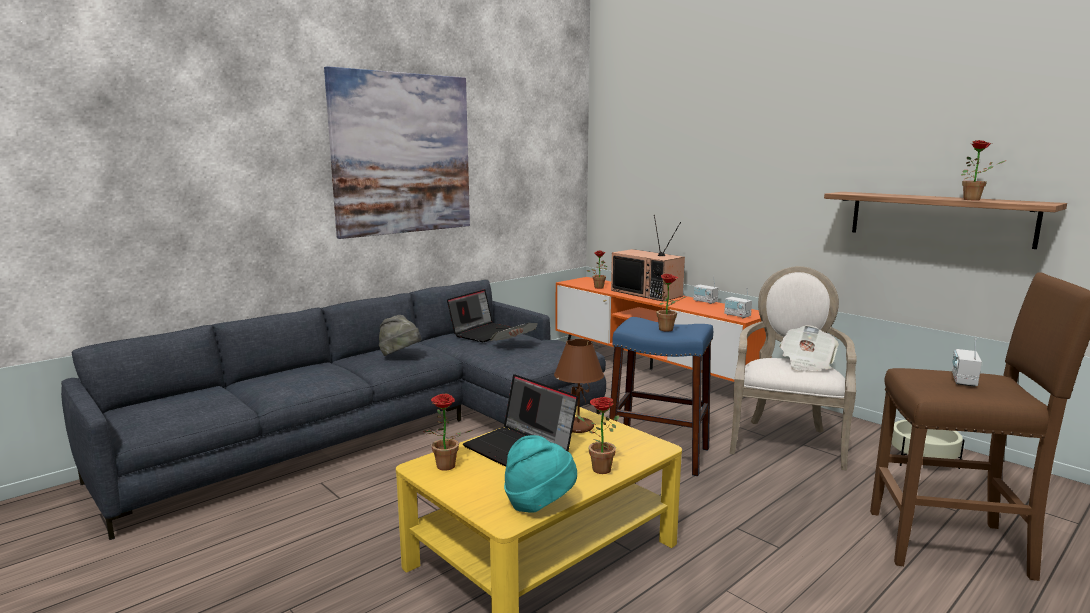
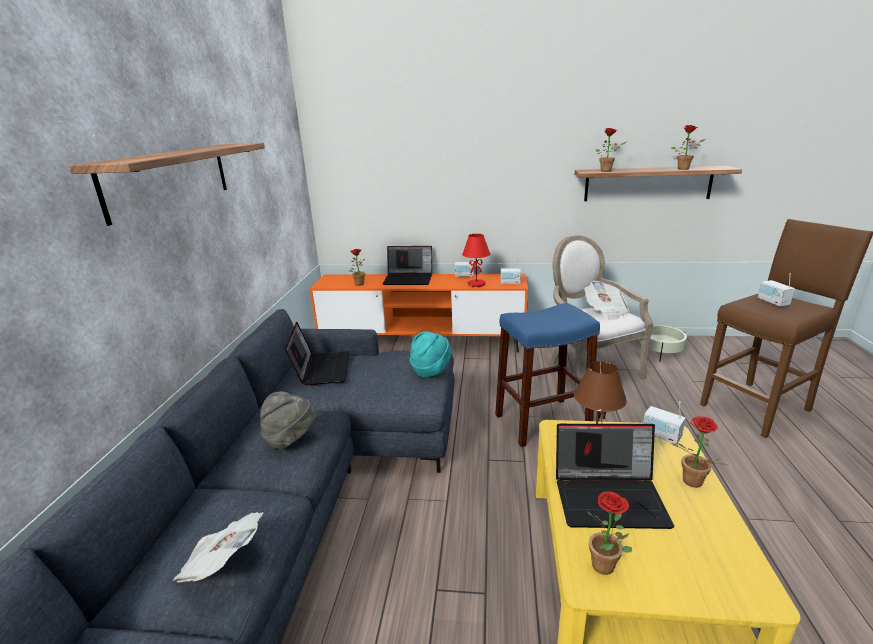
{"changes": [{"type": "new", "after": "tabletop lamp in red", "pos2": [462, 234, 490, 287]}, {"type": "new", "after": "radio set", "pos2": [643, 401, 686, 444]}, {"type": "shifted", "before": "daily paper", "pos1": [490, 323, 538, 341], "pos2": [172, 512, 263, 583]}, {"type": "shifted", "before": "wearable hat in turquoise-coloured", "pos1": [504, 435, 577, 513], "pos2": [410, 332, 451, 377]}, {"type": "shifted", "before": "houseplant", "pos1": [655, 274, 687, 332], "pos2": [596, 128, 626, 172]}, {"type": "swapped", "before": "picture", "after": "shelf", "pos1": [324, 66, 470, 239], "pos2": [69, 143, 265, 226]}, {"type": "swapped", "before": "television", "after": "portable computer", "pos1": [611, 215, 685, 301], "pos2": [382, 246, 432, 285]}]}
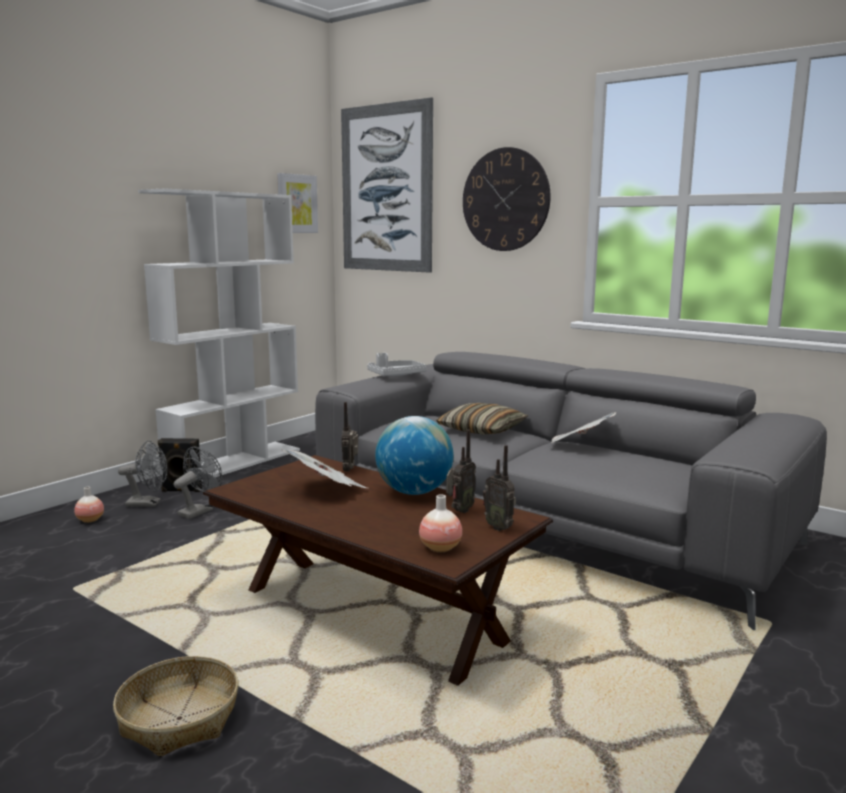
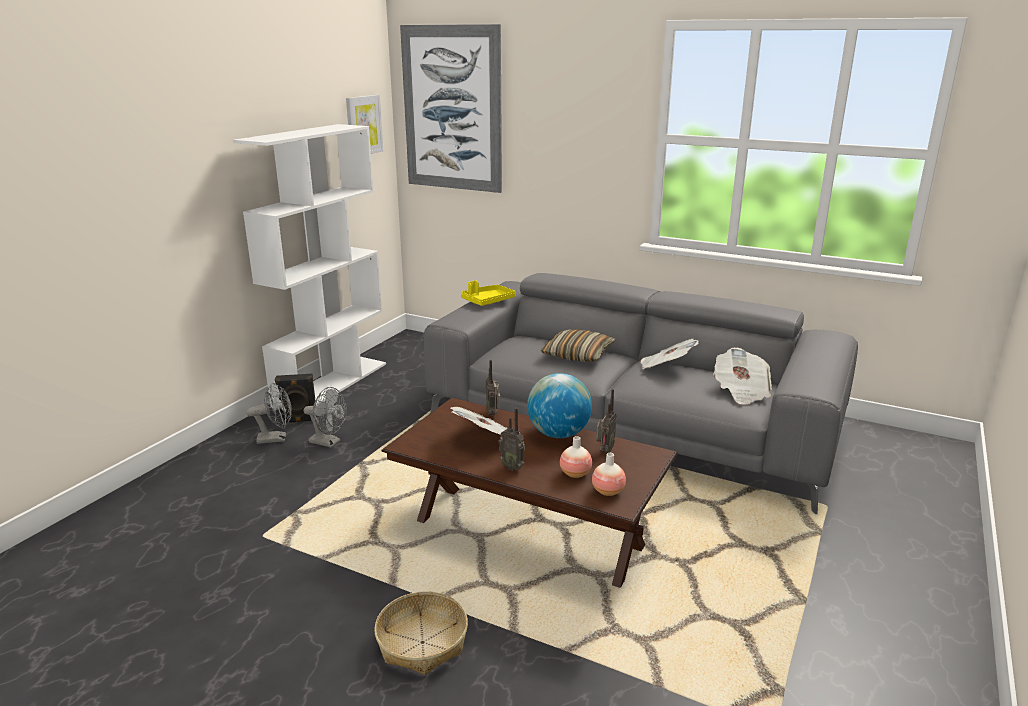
{"changes": [{"type": "gone", "before": "hanging clock", "pos1": [463, 147, 551, 251]}, {"type": "new", "after": "daily paper", "pos2": [713, 348, 772, 405]}, {"type": "shifted", "before": "flower vase", "pos1": [74, 487, 104, 523], "pos2": [560, 436, 592, 478]}, {"type": "shifted", "before": "radio set", "pos1": [483, 445, 516, 531], "pos2": [498, 408, 525, 471]}, {"type": "repainted", "before": "tray in gray", "after": "tray in yellow", "pos1": [367, 353, 427, 376], "pos2": [461, 280, 516, 306]}, {"type": "rotated", "before": "electric fan in gray", "pos1": [174, 447, 222, 519], "pos2": [304, 387, 347, 447], "turn": 90}]}
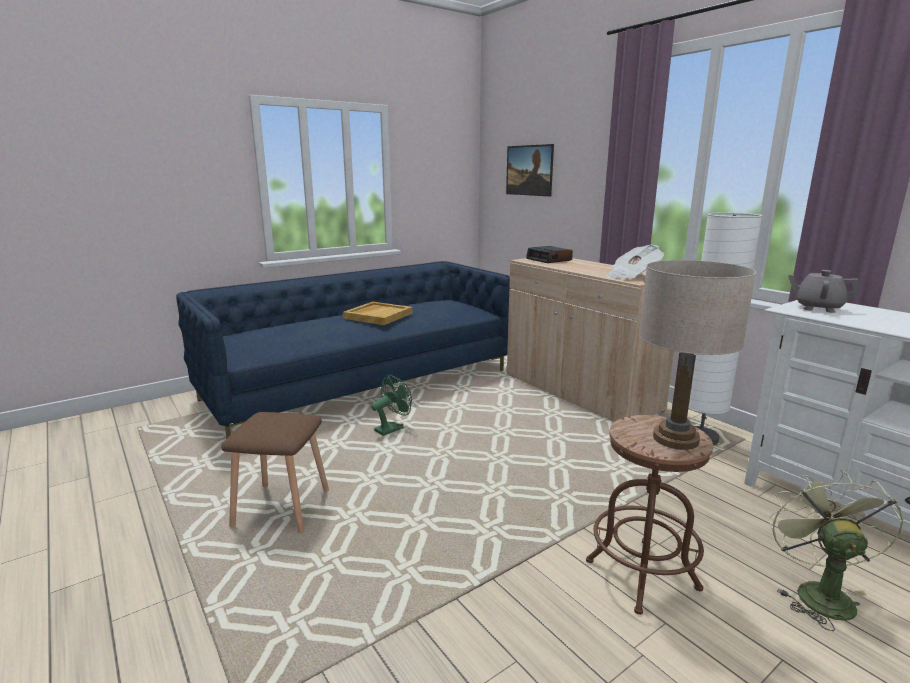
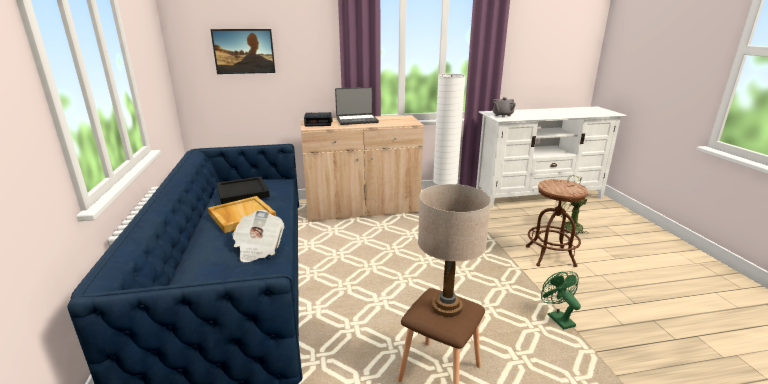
{"changes": [{"type": "new", "after": "tray in blackish", "pos2": [216, 176, 270, 204]}, {"type": "new", "after": "portable computer", "pos2": [335, 87, 379, 125]}, {"type": "shifted", "before": "electric fan in green-coloured", "pos1": [371, 375, 412, 436], "pos2": [541, 271, 581, 330]}, {"type": "shifted", "before": "daily paper", "pos1": [606, 245, 664, 279], "pos2": [232, 210, 284, 262]}, {"type": "shifted", "before": "tabletop lamp in beige-coloured", "pos1": [639, 260, 756, 450], "pos2": [418, 184, 491, 317]}]}
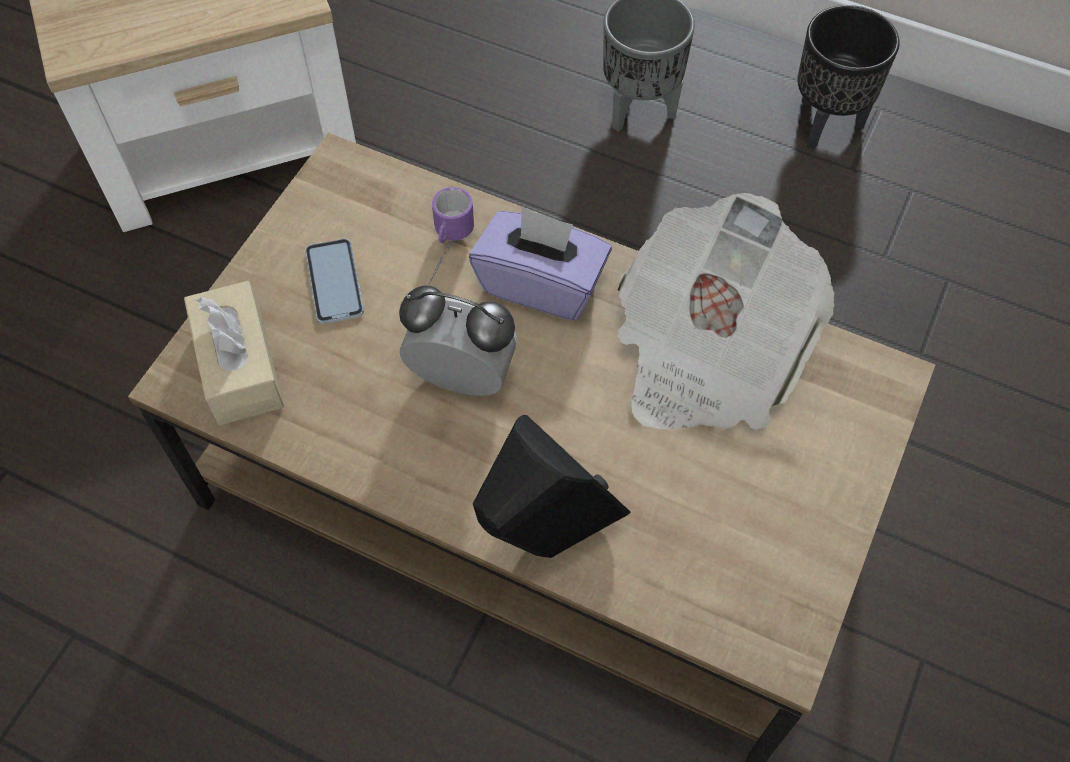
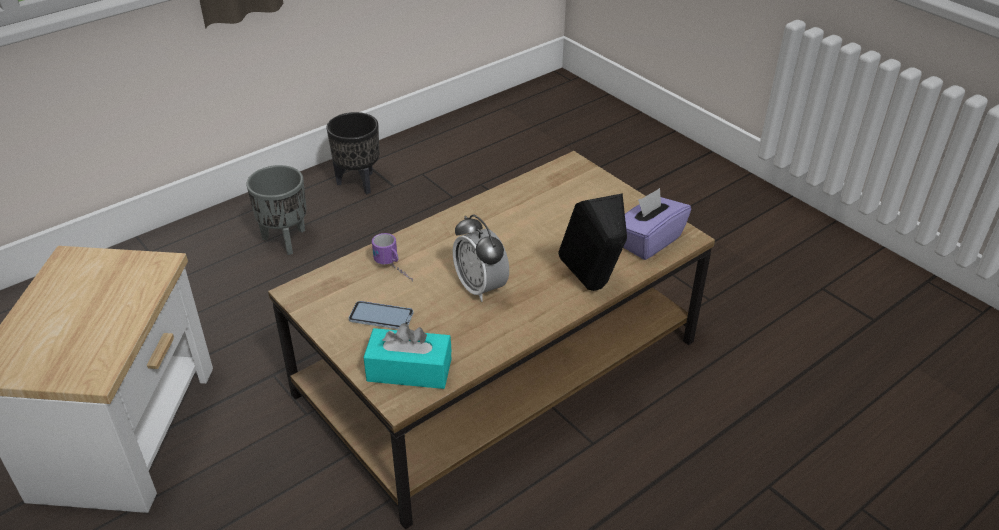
{"changes": [{"type": "gone", "before": "daily paper", "pos1": [617, 193, 835, 430]}, {"type": "shifted", "before": "box of tissues in purple", "pos1": [469, 206, 612, 320], "pos2": [623, 188, 691, 260]}, {"type": "repainted", "before": "box of tissues in beige-coloured", "after": "box of tissues in turquoise-coloured", "pos1": [184, 281, 284, 425], "pos2": [363, 323, 452, 389]}, {"type": "rotated", "before": "alarm clock", "pos1": [399, 285, 517, 396], "pos2": [453, 214, 509, 302], "turn": -75}]}
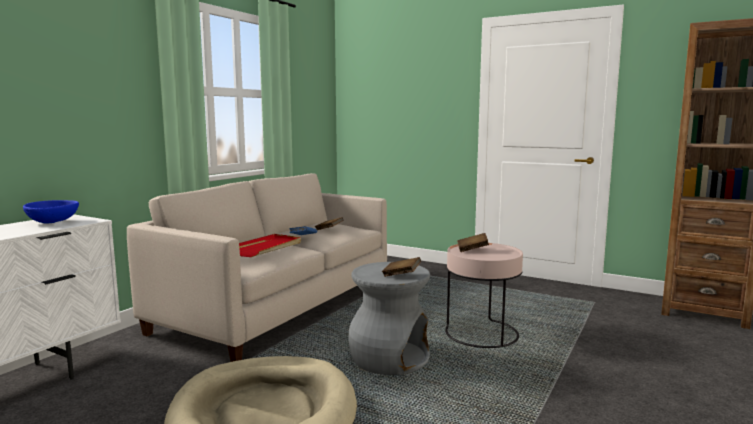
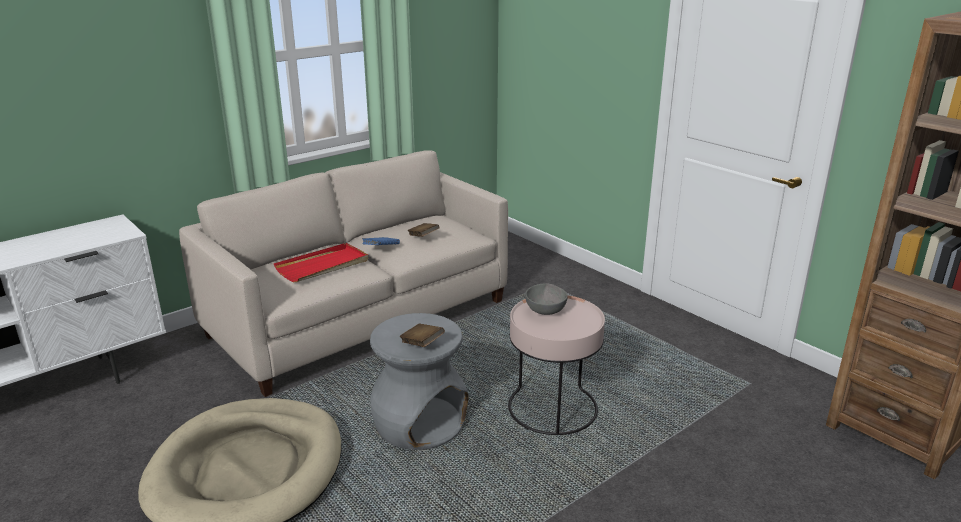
{"changes": [{"type": "gone", "before": "deep dish in blue-coloured", "pos1": [23, 200, 79, 223]}, {"type": "swapped", "before": "volume in brown", "after": "deep dish in gray", "pos1": [457, 233, 489, 252], "pos2": [525, 283, 568, 315]}]}
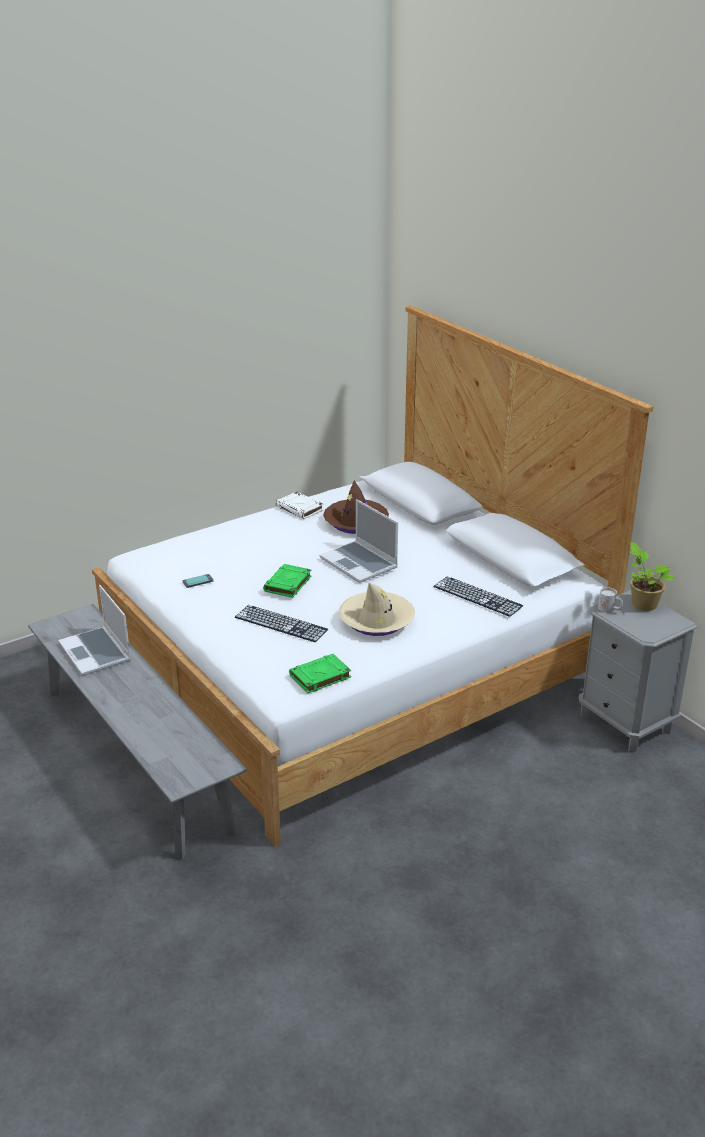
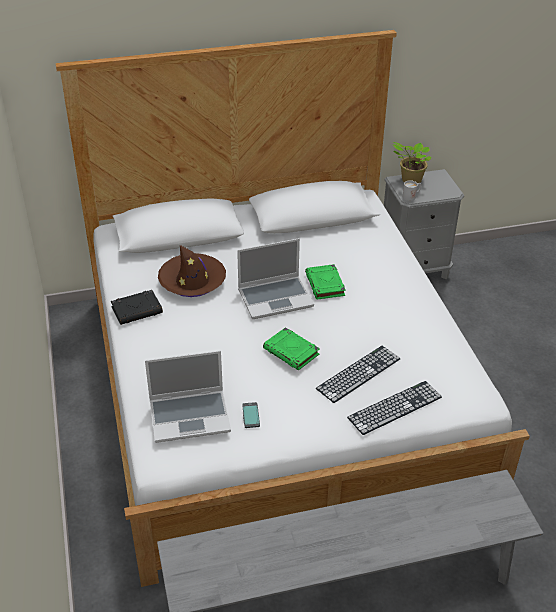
{"changes": [{"type": "gone", "before": "wearable hat in beige-coloured", "pos1": [339, 583, 415, 636]}, {"type": "shifted", "before": "portable computer", "pos1": [58, 585, 131, 676], "pos2": [145, 351, 231, 443]}, {"type": "shifted", "before": "volume in green-coloured", "pos1": [289, 654, 351, 693], "pos2": [305, 264, 346, 300]}, {"type": "shifted", "before": "PC keyboard", "pos1": [433, 576, 523, 617], "pos2": [347, 381, 442, 435]}, {"type": "repainted", "before": "volume in white-coloured", "after": "volume in blackish", "pos1": [276, 492, 324, 519], "pos2": [111, 290, 163, 325]}]}
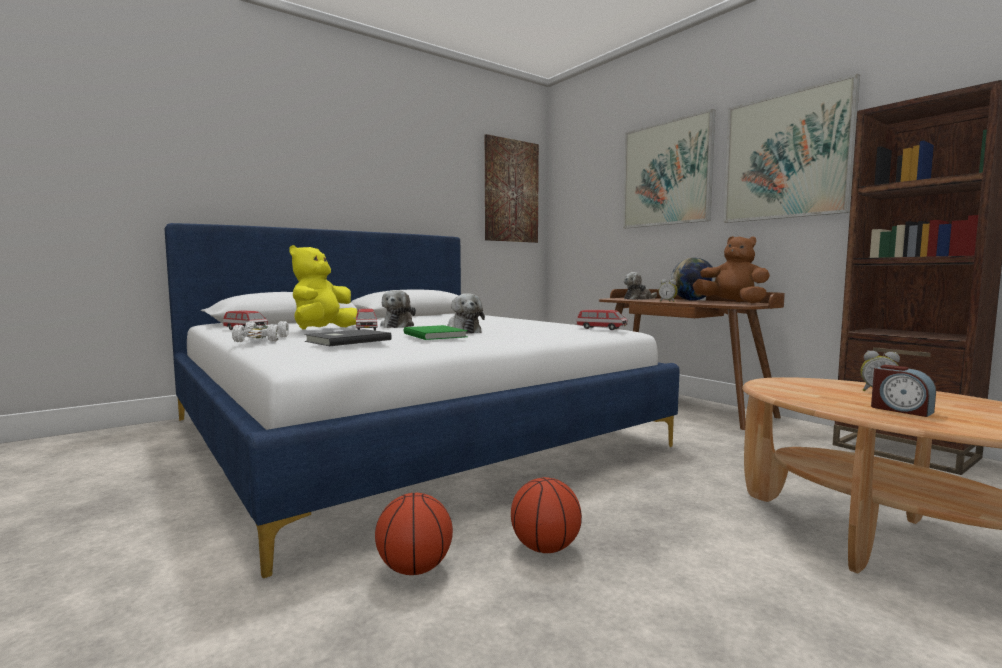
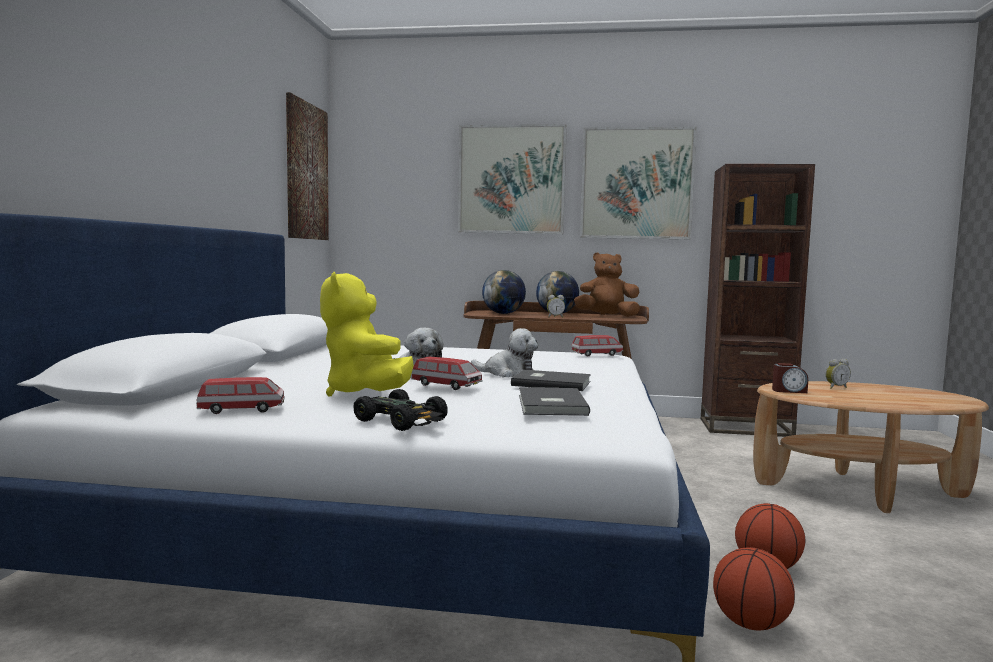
{"changes": [{"type": "shifted", "before": "alarm clock", "pos1": [871, 365, 936, 417], "pos2": [772, 363, 808, 393]}, {"type": "swapped", "before": "plush toy", "after": "desk globe", "pos1": [624, 272, 657, 300], "pos2": [482, 270, 526, 314]}, {"type": "repainted", "before": "miniature car in white-coloured", "after": "miniature car in blackish", "pos1": [232, 321, 289, 342], "pos2": [353, 389, 448, 431]}, {"type": "repainted", "before": "volume in green-coloured", "after": "volume in gray", "pos1": [403, 325, 468, 340], "pos2": [511, 370, 591, 391]}]}
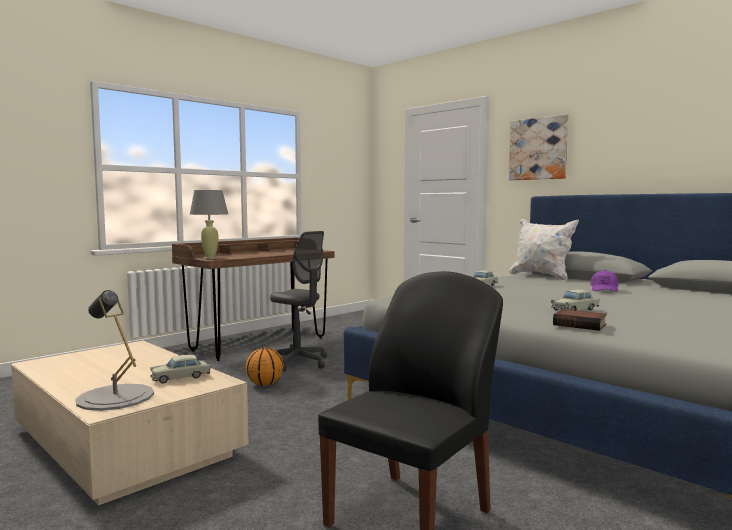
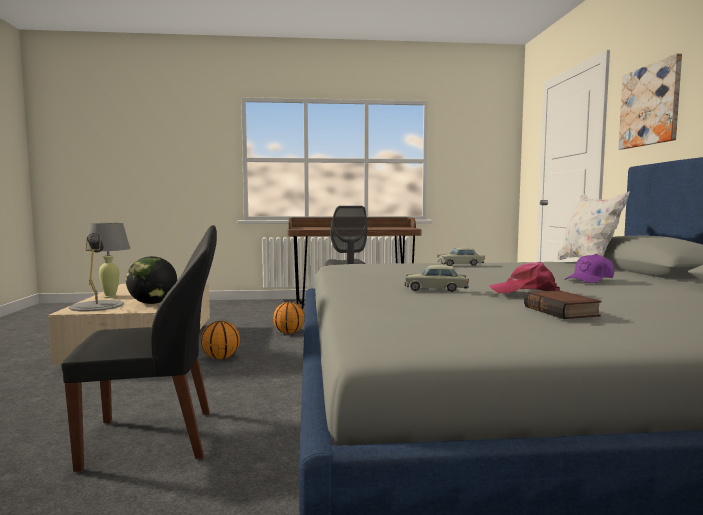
{"changes": [{"type": "new", "after": "basketball ball", "pos2": [201, 321, 240, 359]}, {"type": "new", "after": "baseball cap in pink", "pos2": [489, 262, 560, 294]}, {"type": "shifted", "before": "tabletop lamp in gray", "pos1": [190, 190, 228, 259], "pos2": [85, 223, 130, 298]}, {"type": "shifted", "before": "volume", "pos1": [553, 309, 607, 331], "pos2": [524, 290, 601, 319]}, {"type": "swapped", "before": "miniature car in beige-coloured", "after": "desk globe", "pos1": [150, 355, 211, 383], "pos2": [126, 256, 177, 304]}]}
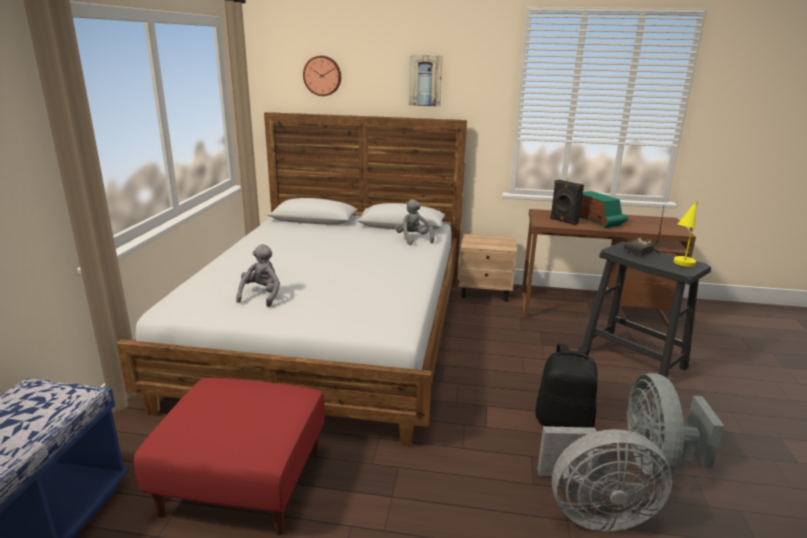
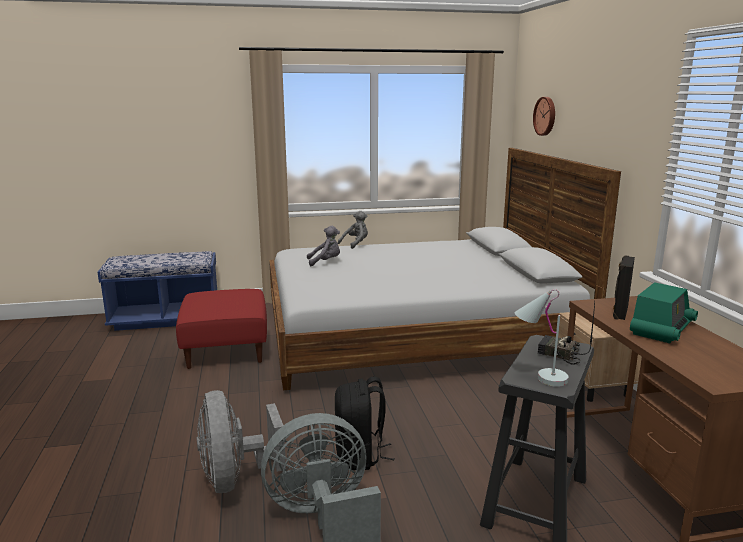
{"changes": [{"type": "gone", "before": "picture", "pos1": [409, 55, 442, 107]}, {"type": "shifted", "before": "plush toy in gray", "pos1": [395, 199, 434, 245], "pos2": [338, 211, 368, 249]}, {"type": "repainted", "before": "tabletop lamp in yellow", "after": "tabletop lamp in white-coloured", "pos1": [673, 201, 698, 267], "pos2": [515, 289, 568, 387]}]}
